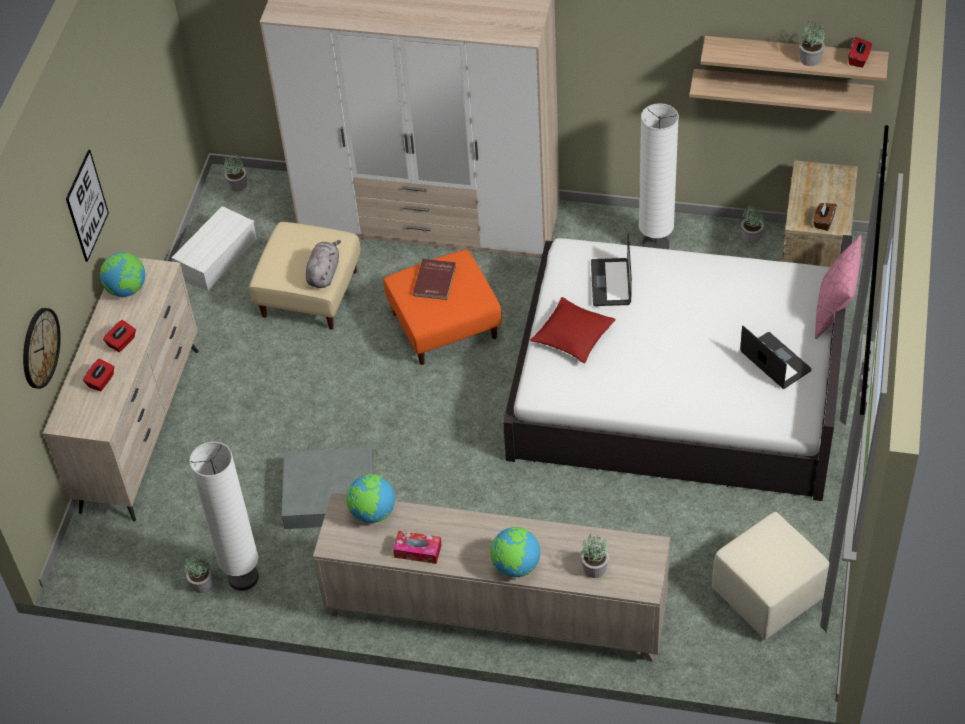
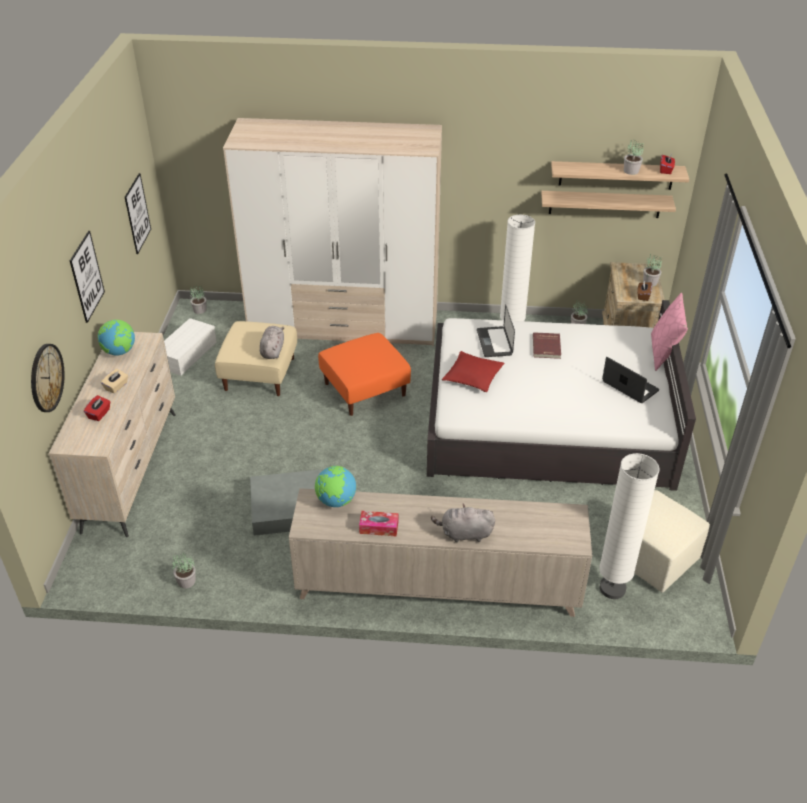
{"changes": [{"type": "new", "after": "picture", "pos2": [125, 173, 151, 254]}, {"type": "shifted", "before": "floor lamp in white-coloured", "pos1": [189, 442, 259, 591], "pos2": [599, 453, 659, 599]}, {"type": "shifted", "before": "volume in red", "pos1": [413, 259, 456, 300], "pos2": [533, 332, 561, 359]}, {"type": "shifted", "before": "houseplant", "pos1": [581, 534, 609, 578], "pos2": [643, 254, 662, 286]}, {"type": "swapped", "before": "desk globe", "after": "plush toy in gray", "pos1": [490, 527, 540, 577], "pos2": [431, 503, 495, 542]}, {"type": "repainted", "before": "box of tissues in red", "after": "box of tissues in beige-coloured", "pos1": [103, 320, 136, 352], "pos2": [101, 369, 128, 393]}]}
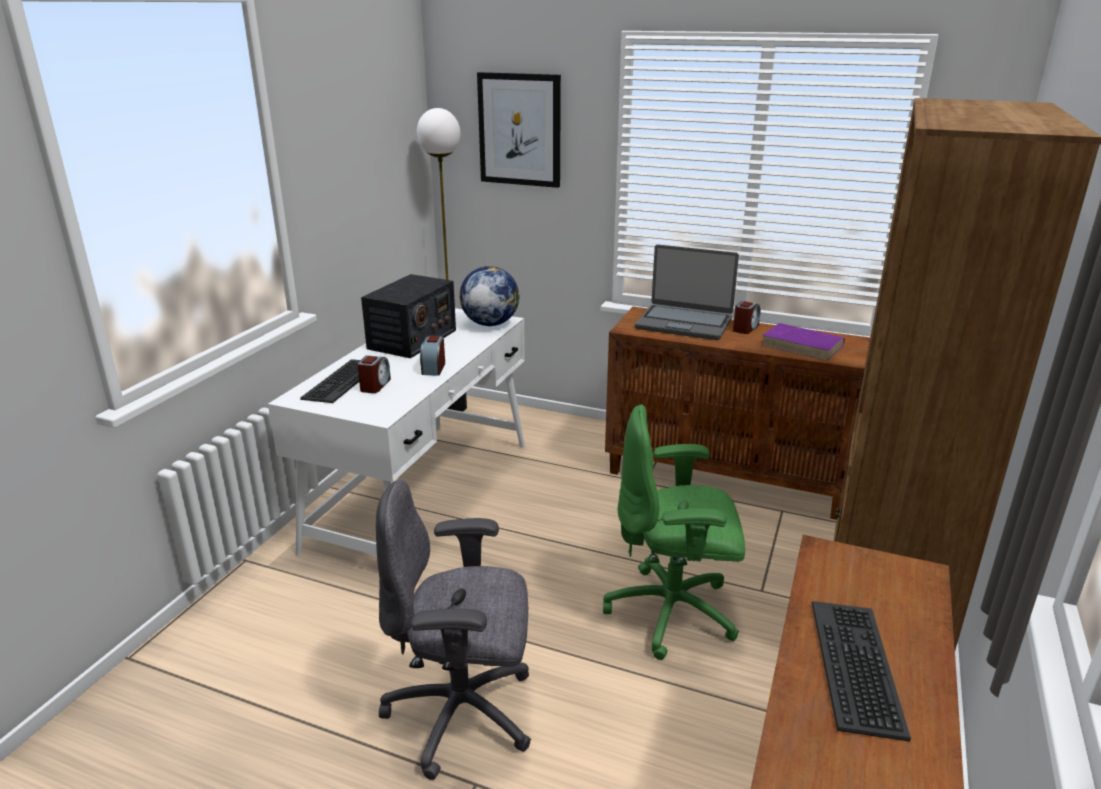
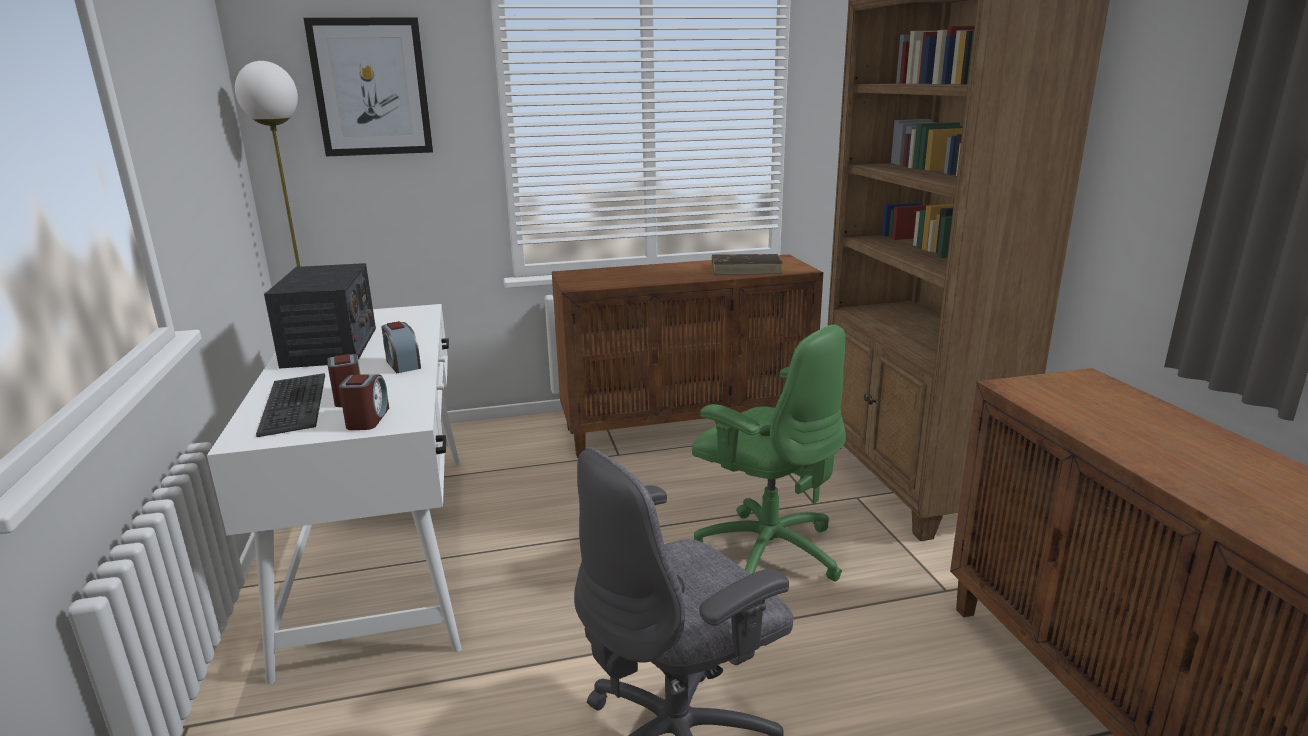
{"changes": [{"type": "gone", "before": "desk globe", "pos1": [460, 266, 519, 326]}, {"type": "gone", "before": "portable computer", "pos1": [635, 245, 739, 340]}, {"type": "gone", "before": "PC keyboard", "pos1": [812, 601, 911, 742]}, {"type": "shifted", "before": "alarm clock", "pos1": [733, 301, 761, 334], "pos2": [339, 374, 389, 430]}, {"type": "repainted", "before": "volume in purple", "after": "volume in brown", "pos1": [761, 323, 845, 361], "pos2": [712, 254, 783, 275]}, {"type": "rotated", "before": "desk chair in green-coloured", "pos1": [603, 404, 745, 660], "pos2": [692, 325, 846, 582], "turn": -105}]}
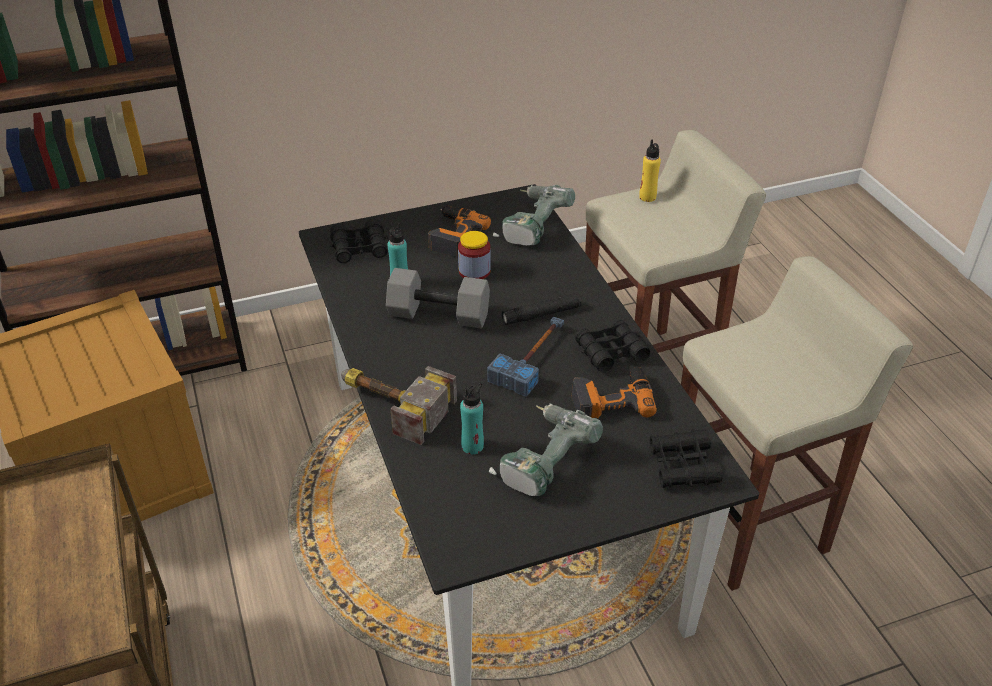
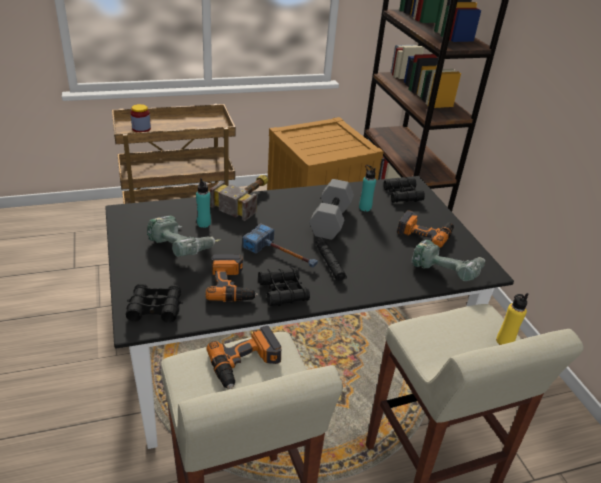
{"changes": [{"type": "new", "after": "electric drill", "pos2": [206, 326, 281, 389]}, {"type": "shifted", "before": "preserve jar", "pos1": [458, 231, 491, 279], "pos2": [130, 104, 151, 132]}]}
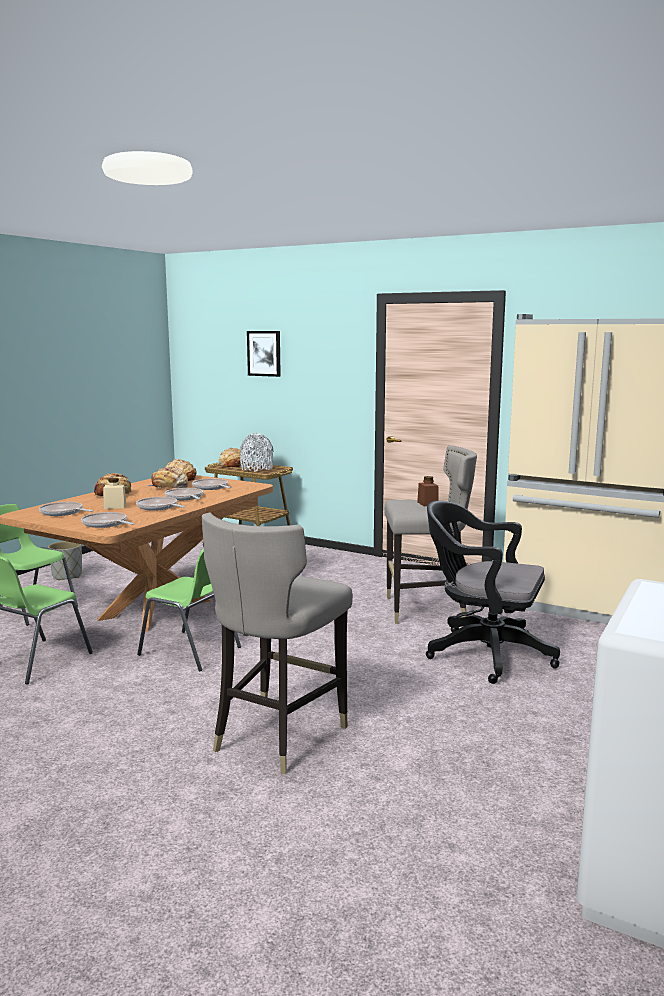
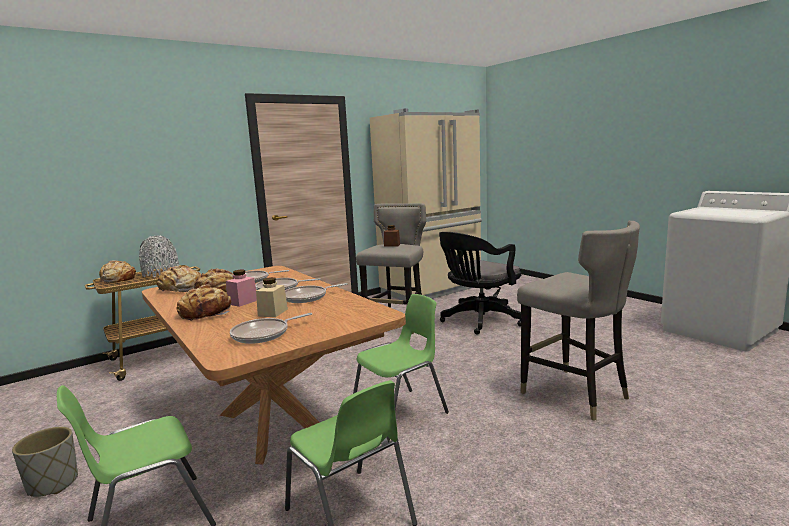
{"changes": [{"type": "gone", "before": "frying pan", "pos1": [81, 512, 134, 528]}, {"type": "gone", "before": "picture", "pos1": [247, 331, 281, 377]}, {"type": "new", "after": "preserve jar in pink", "pos2": [226, 270, 257, 307]}]}
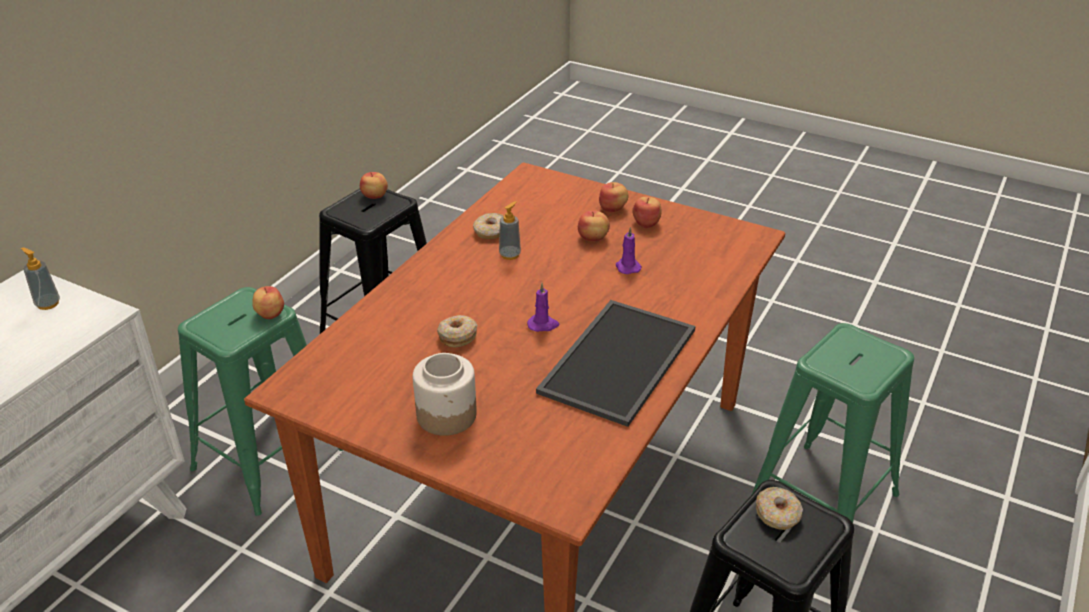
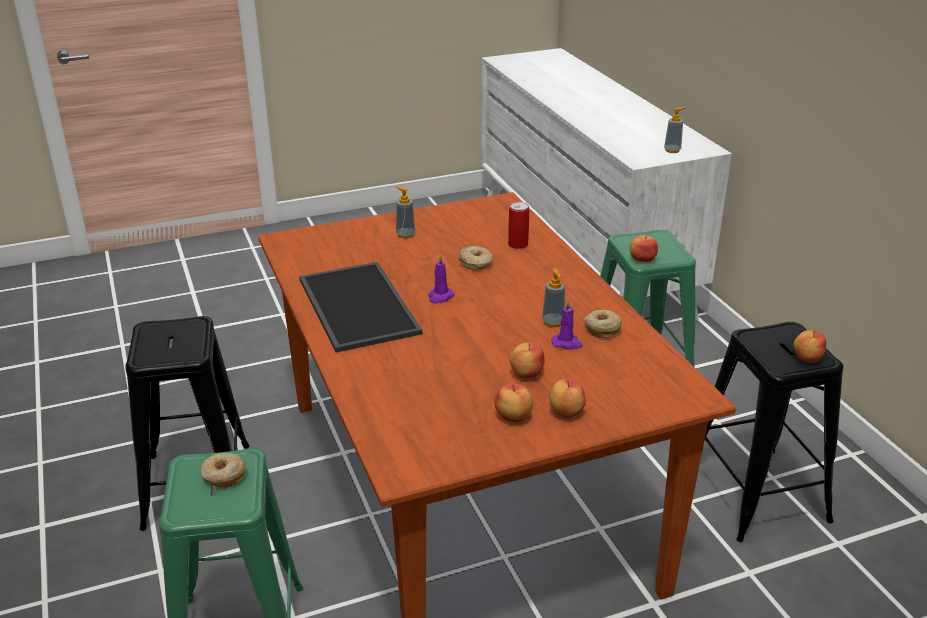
{"changes": [{"type": "new", "after": "sealed can", "pos2": [508, 202, 529, 249]}, {"type": "shifted", "before": "wax candle in purple", "pos1": [616, 227, 642, 274], "pos2": [551, 300, 583, 350]}, {"type": "shifted", "before": "ring doughnut", "pos1": [756, 487, 803, 530], "pos2": [200, 453, 246, 488]}, {"type": "swapped", "before": "preserve jar", "after": "soap bottle", "pos1": [413, 353, 477, 436], "pos2": [396, 186, 415, 239]}]}
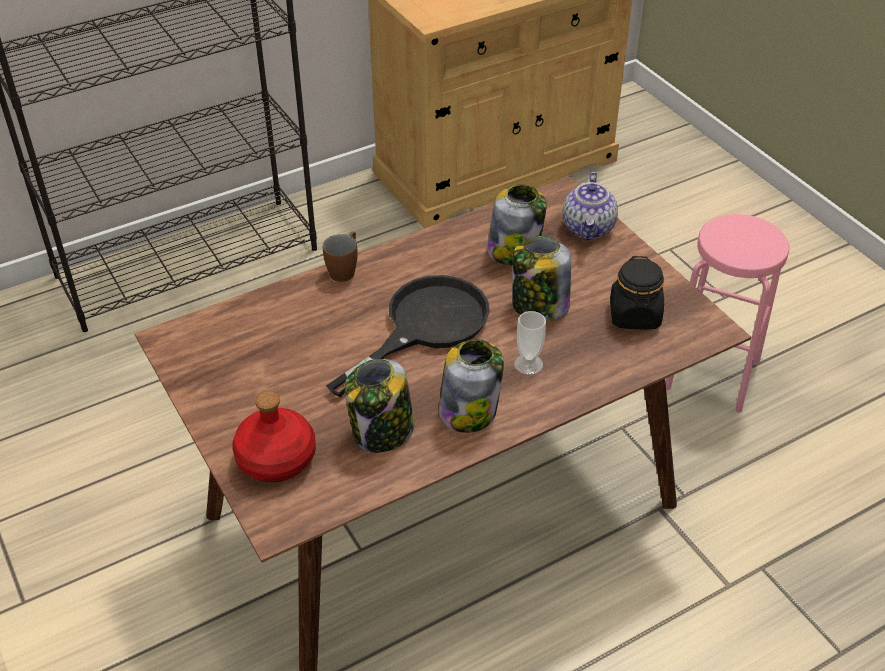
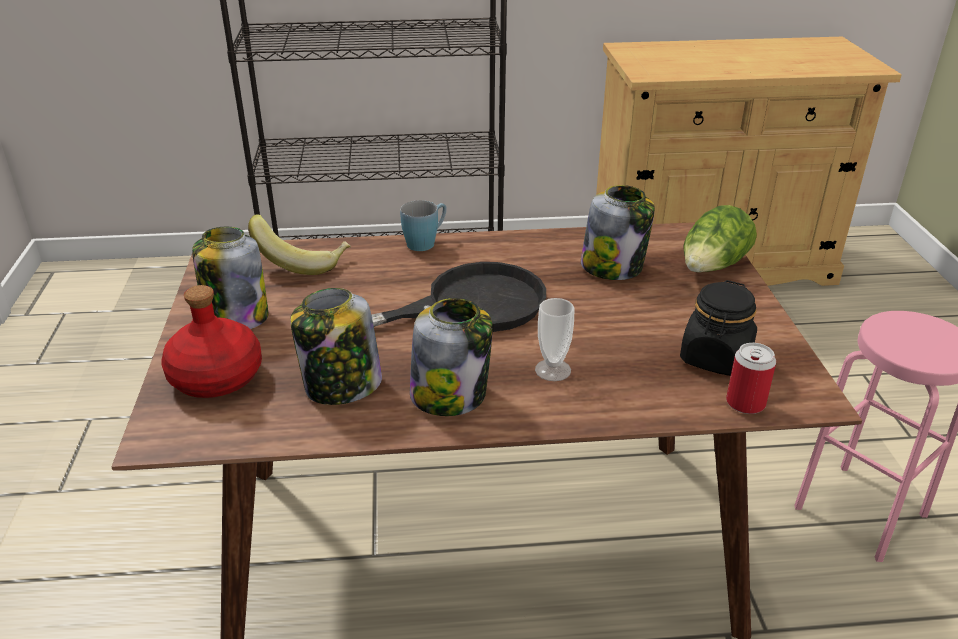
{"changes": [{"type": "new", "after": "banana fruit", "pos2": [248, 214, 351, 275]}, {"type": "new", "after": "sealed can", "pos2": [726, 343, 776, 414]}, {"type": "shifted", "before": "preserve jar", "pos1": [512, 236, 571, 321], "pos2": [192, 227, 268, 329]}, {"type": "swapped", "before": "tea pot", "after": "lettuce", "pos1": [563, 172, 618, 240], "pos2": [684, 205, 757, 273]}, {"type": "repainted", "before": "mug in brown", "after": "mug in blue-coloured", "pos1": [323, 232, 358, 282], "pos2": [400, 200, 447, 251]}]}
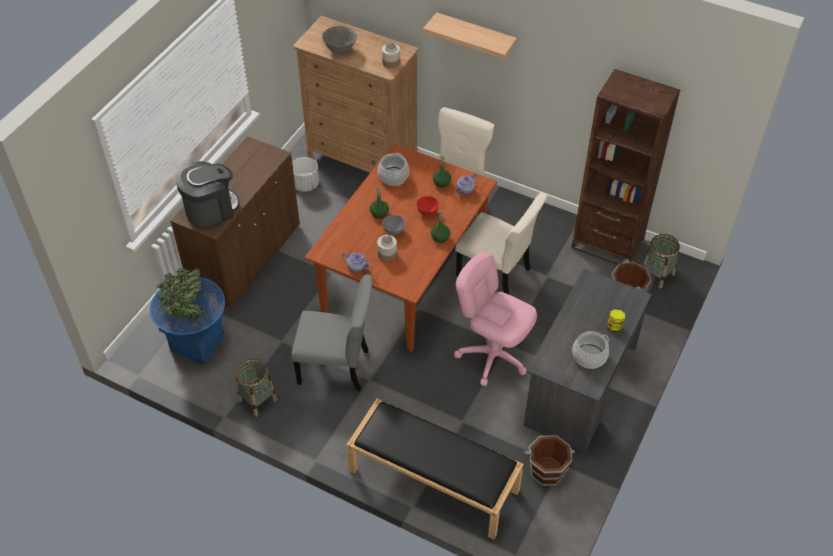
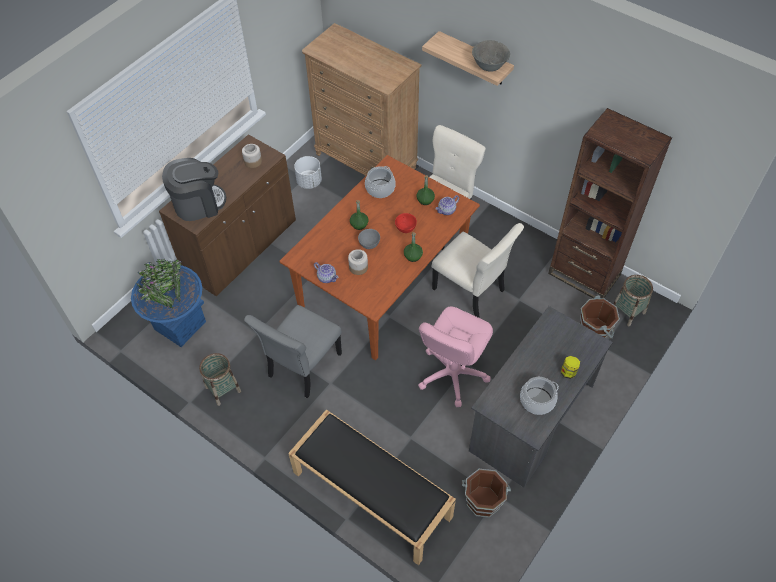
{"changes": [{"type": "shifted", "before": "deep dish in gray", "pos1": [322, 26, 357, 54], "pos2": [472, 40, 510, 72]}, {"type": "shifted", "before": "preserve jar", "pos1": [382, 43, 400, 68], "pos2": [242, 144, 262, 168]}, {"type": "rotated", "before": "upright chair in gray", "pos1": [291, 274, 372, 391], "pos2": [244, 305, 342, 399], "turn": 105}, {"type": "rotated", "before": "desk chair in pink", "pos1": [454, 252, 537, 386], "pos2": [418, 307, 493, 407], "turn": -105}]}
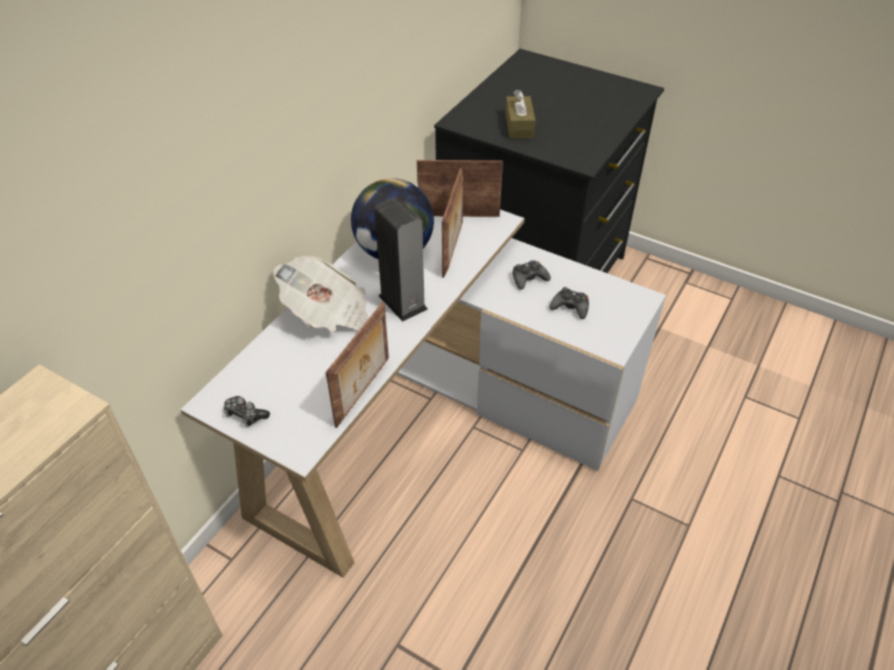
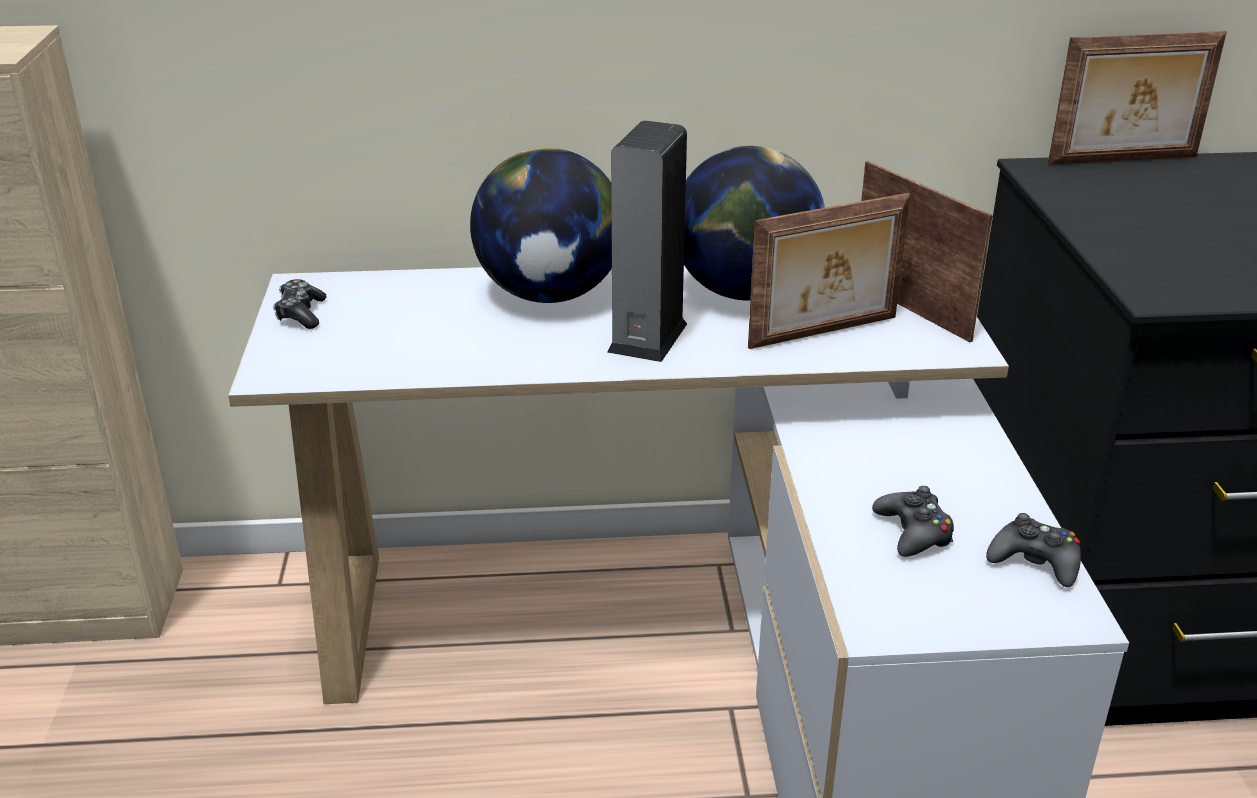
{"changes": [{"type": "gone", "before": "box of tissues in brown", "pos1": [505, 90, 536, 139]}, {"type": "shifted", "before": "picture frame", "pos1": [326, 302, 389, 428], "pos2": [1048, 31, 1227, 165]}, {"type": "shifted", "before": "game controller in blackish", "pos1": [513, 260, 551, 290], "pos2": [986, 513, 1081, 587]}, {"type": "swapped", "before": "daily paper", "after": "desk globe", "pos1": [273, 256, 368, 332], "pos2": [470, 148, 612, 303]}]}
